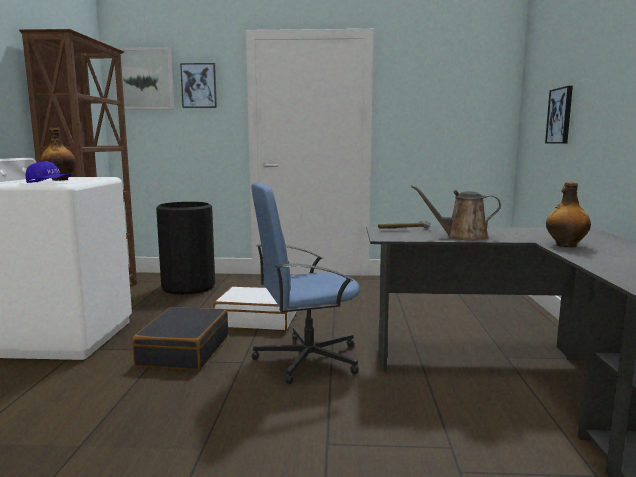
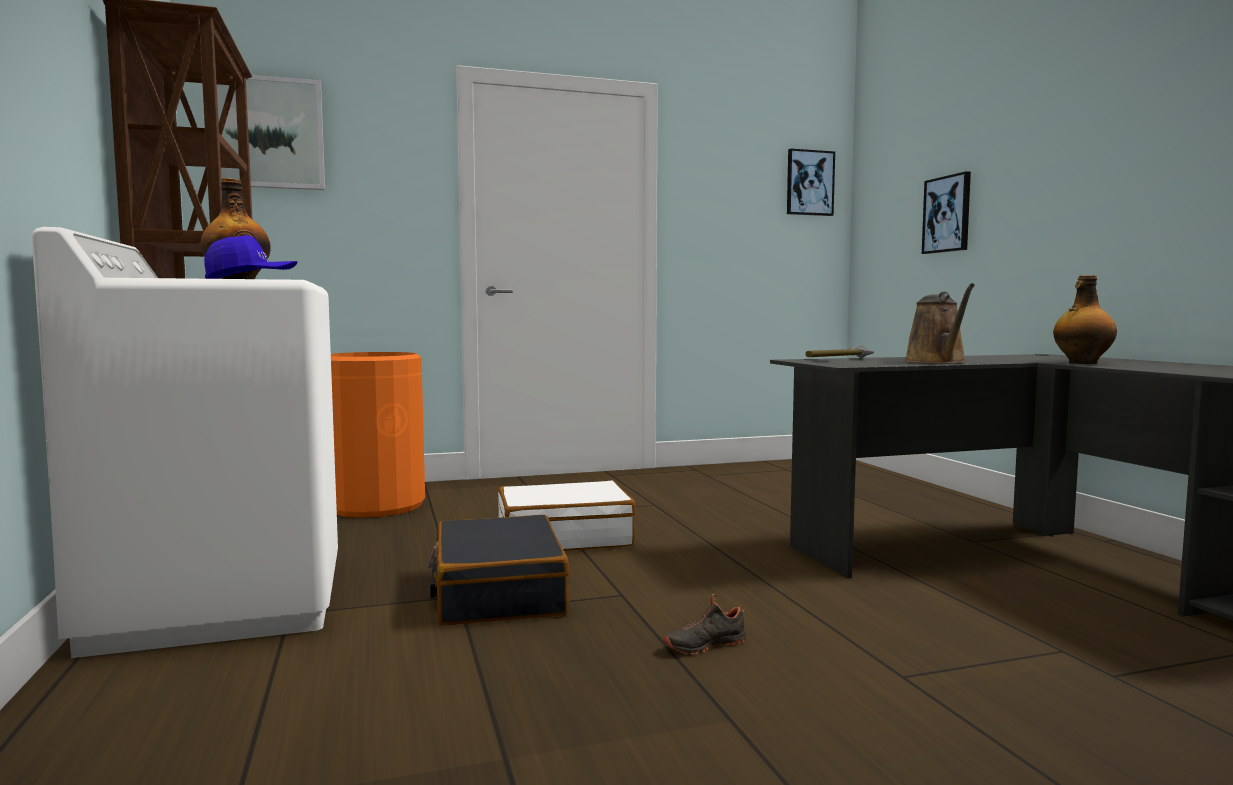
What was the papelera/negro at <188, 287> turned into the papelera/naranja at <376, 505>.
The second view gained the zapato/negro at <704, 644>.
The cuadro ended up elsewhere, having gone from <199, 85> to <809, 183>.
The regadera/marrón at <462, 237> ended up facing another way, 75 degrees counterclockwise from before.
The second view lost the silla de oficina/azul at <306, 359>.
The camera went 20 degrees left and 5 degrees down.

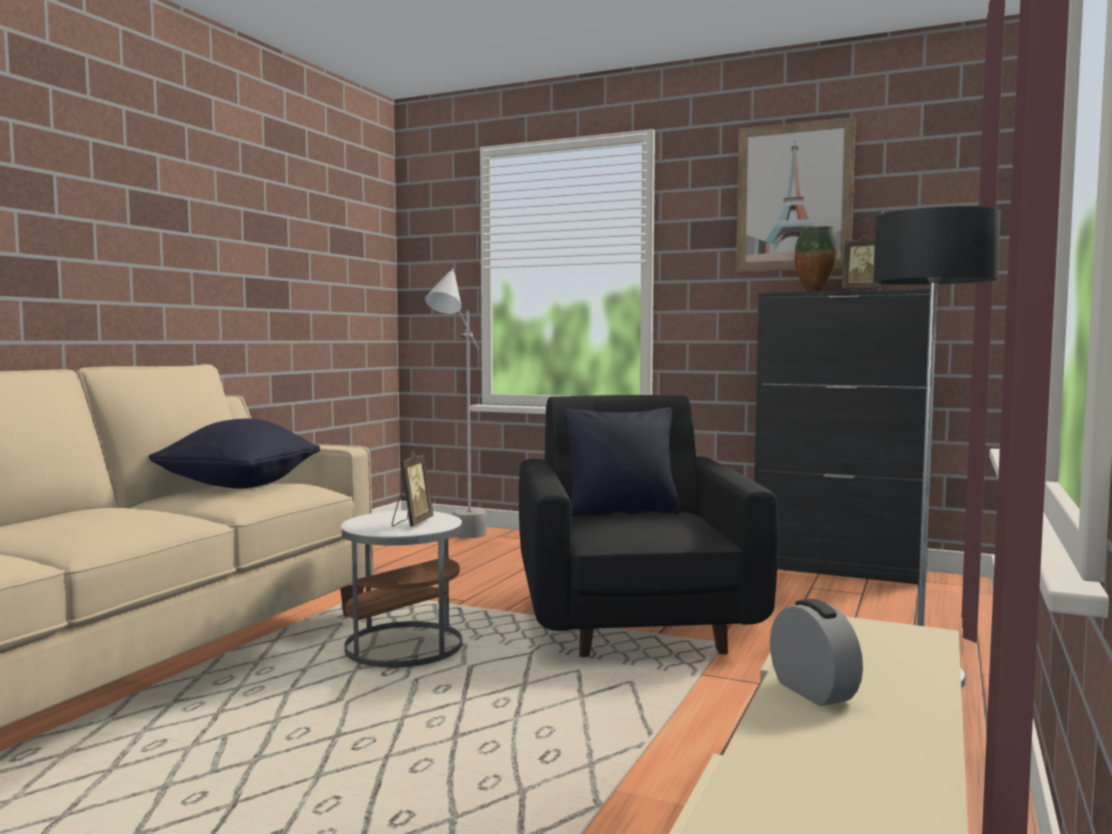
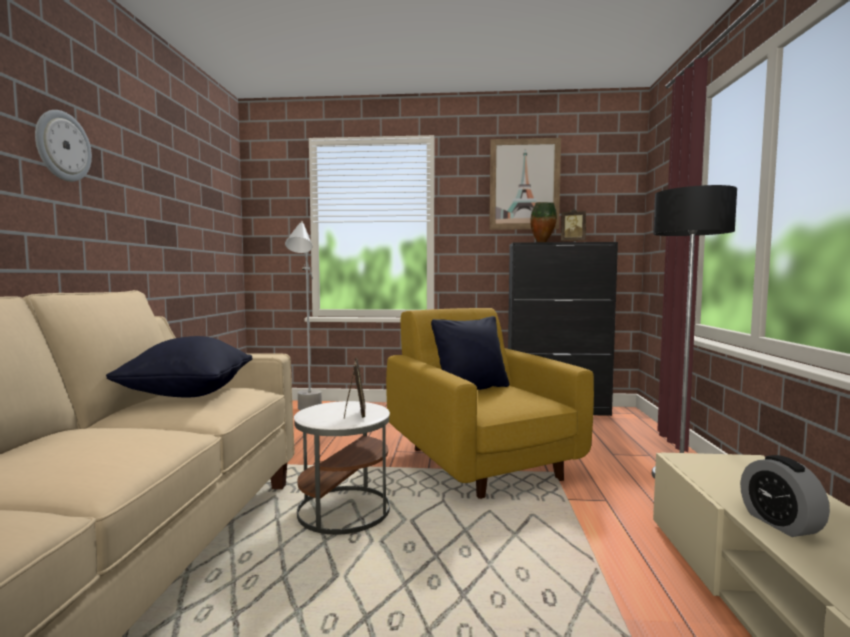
The second view gained the reloj de pared at <62, 146>.
What was the sillón/negro at <633, 618> turned into the sillón/amarillo at <480, 461>.
The despertador at <813, 691> ended up facing another way, 150 degrees counterclockwise from before.
The camera went 20 degrees left and 0 degrees up.

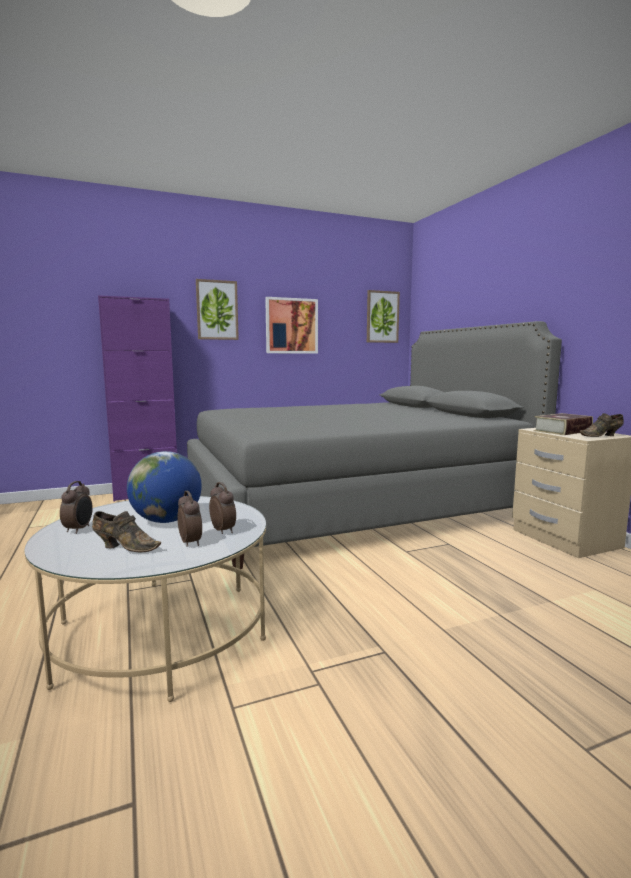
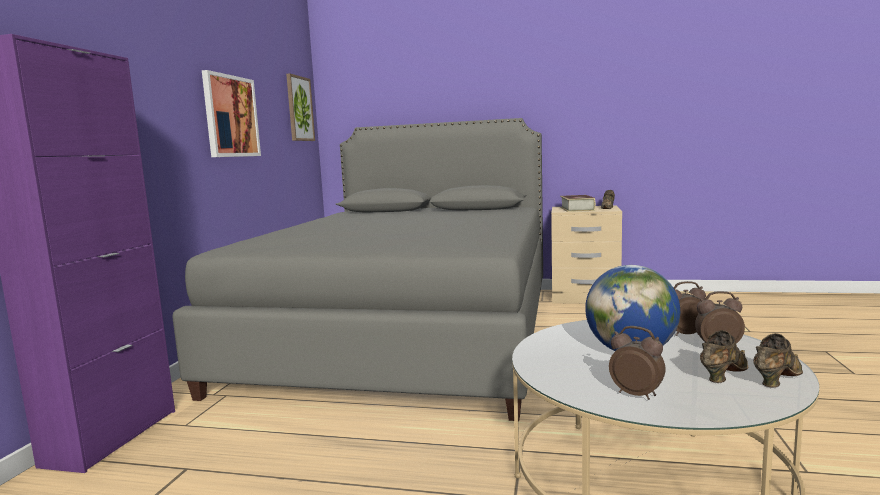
The second view gained the zapato/marrón at <776, 379>.
The second view lost the cuadro at <217, 310>.
The camera went 55 degrees left and 0 degrees up.

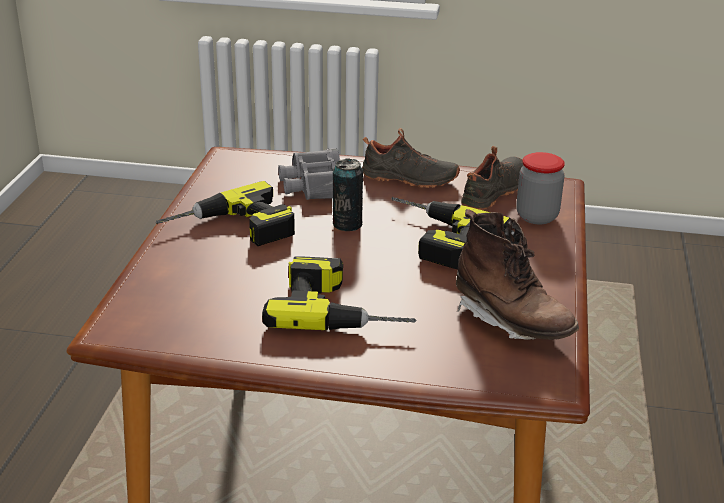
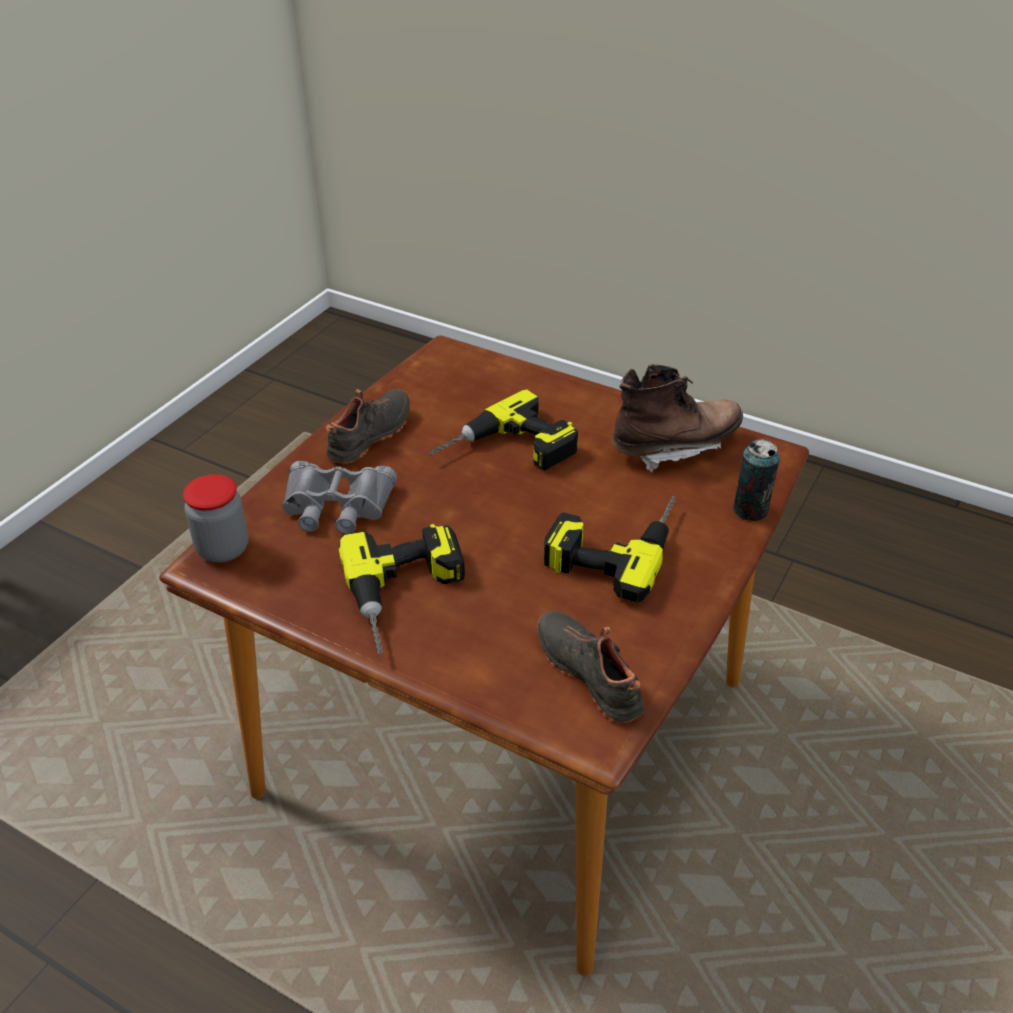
The tarro ended up elsewhere, having gone from <537, 216> to <223, 549>.
The zapato/negro ended up elsewhere, having gone from <495, 192> to <591, 672>.
The lata ended up elsewhere, having gone from <347, 224> to <750, 510>.
The camera went 70 degrees left and 10 degrees up.

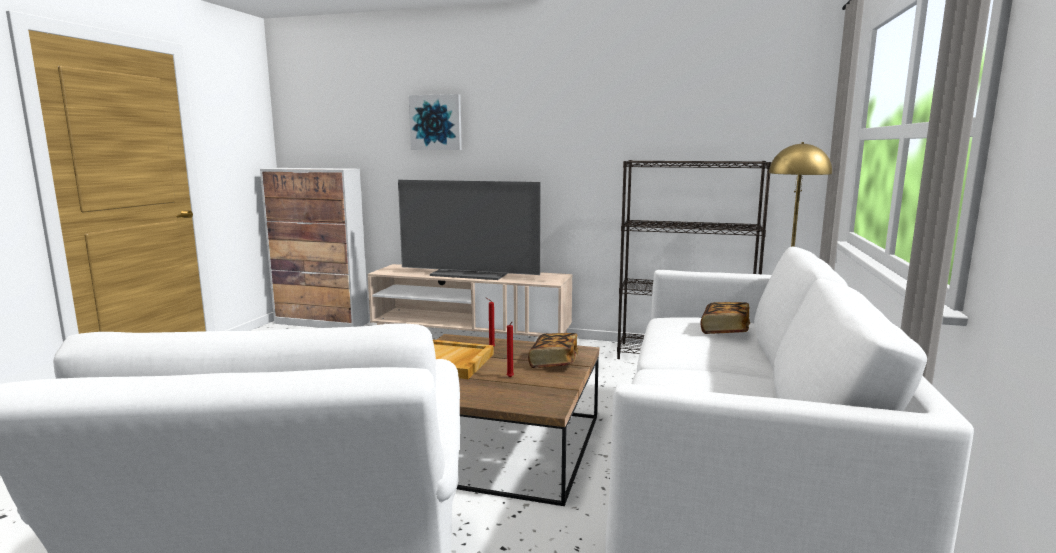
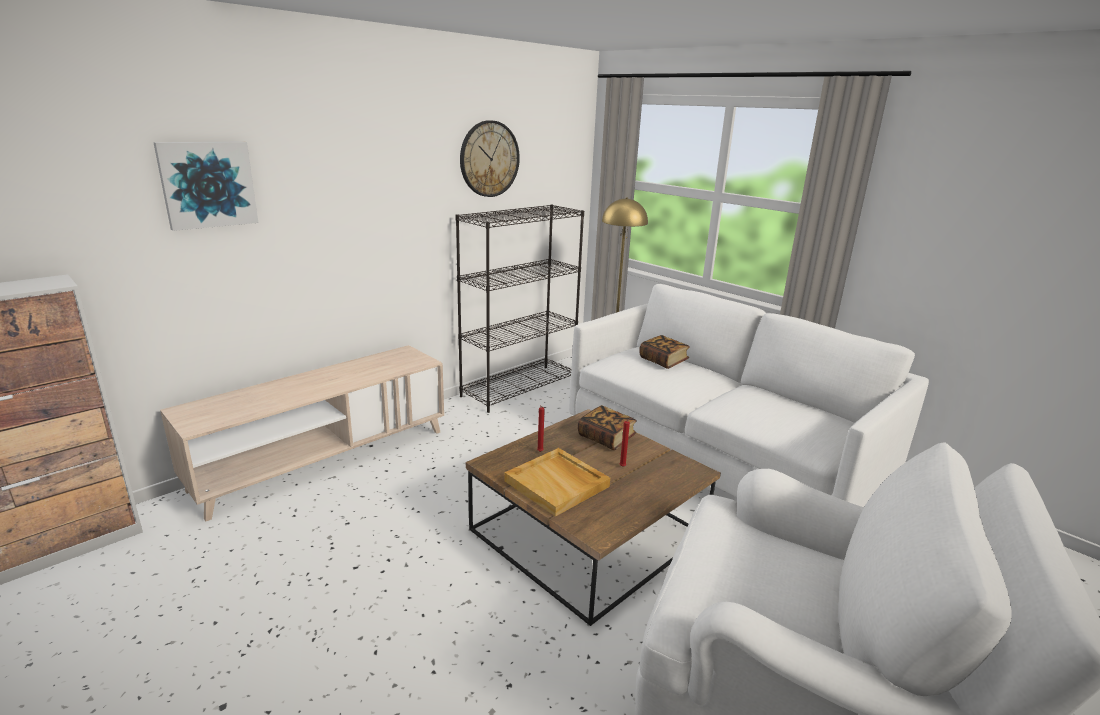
The second view gained the reloj de pared at <489, 159>.
The second view lost the televisor at <470, 274>.
The camera went 60 degrees left and 10 degrees up.

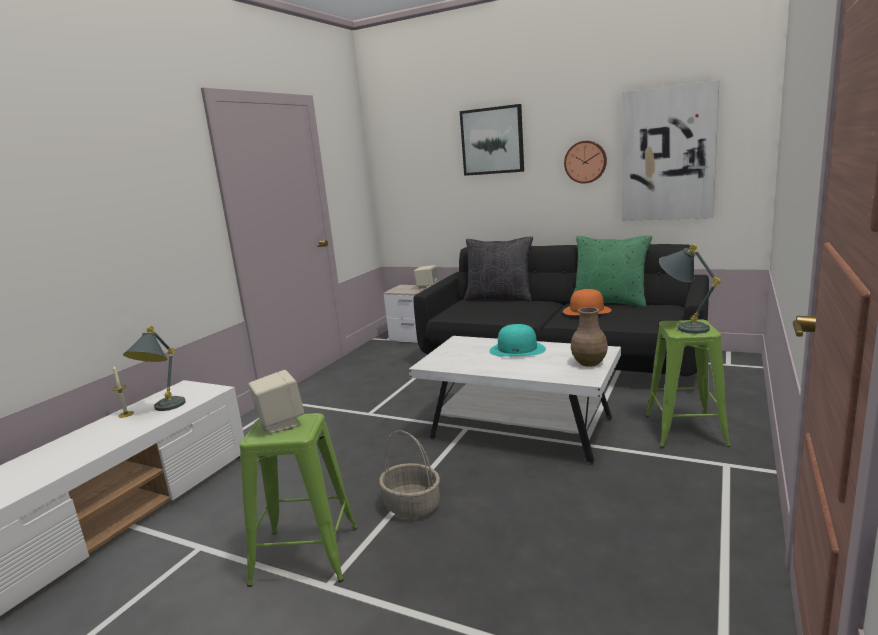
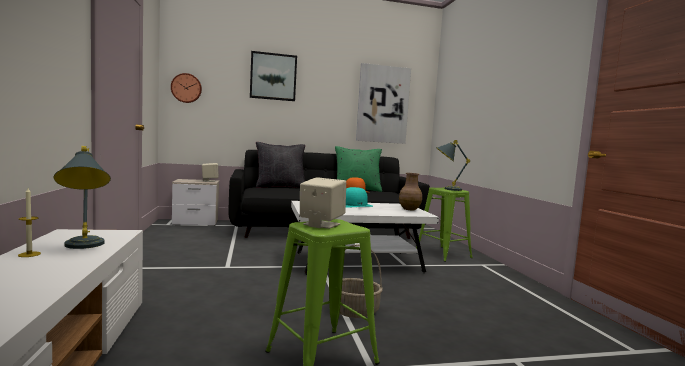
The reloj de pared ended up elsewhere, having gone from <585, 162> to <186, 88>.
The camera went 40 degrees left and 10 degrees down.

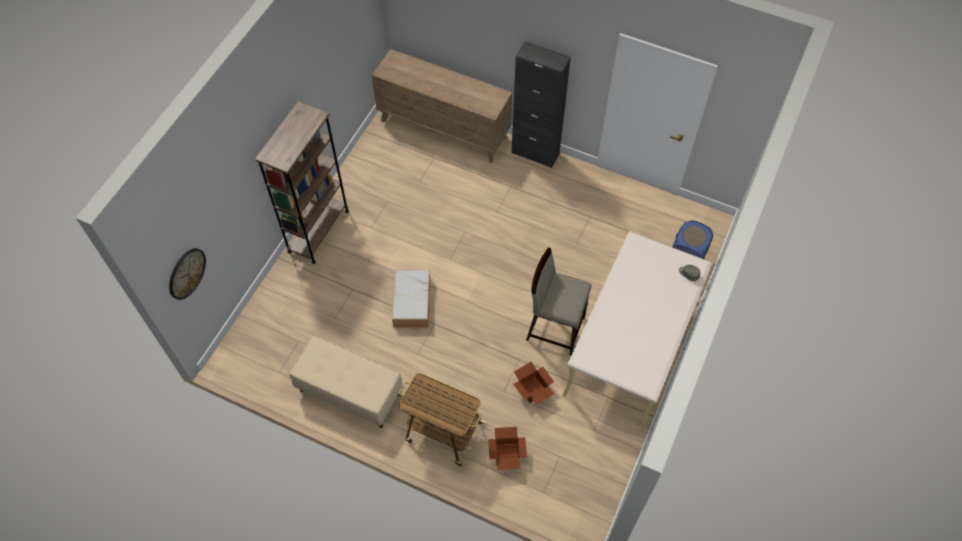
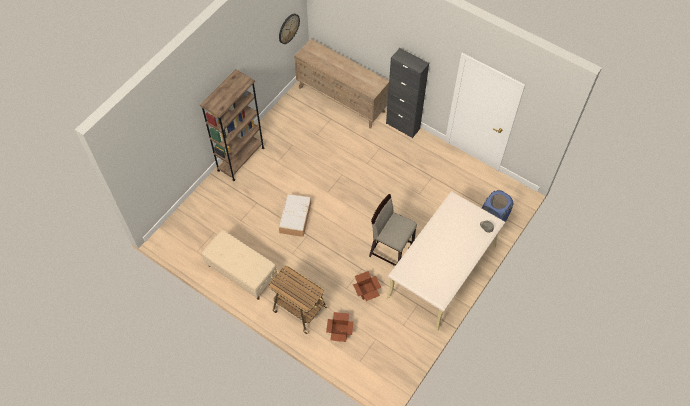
The reloj de pared ended up elsewhere, having gone from <186, 273> to <288, 28>.
The camera went 10 degrees right and 0 degrees up.

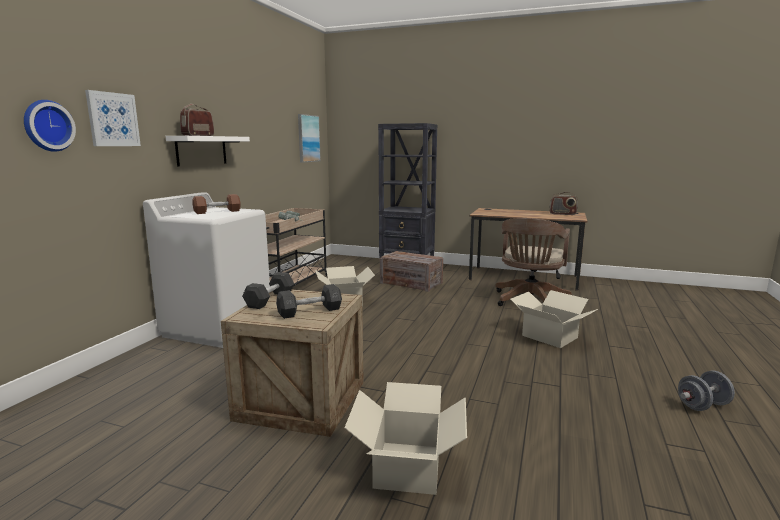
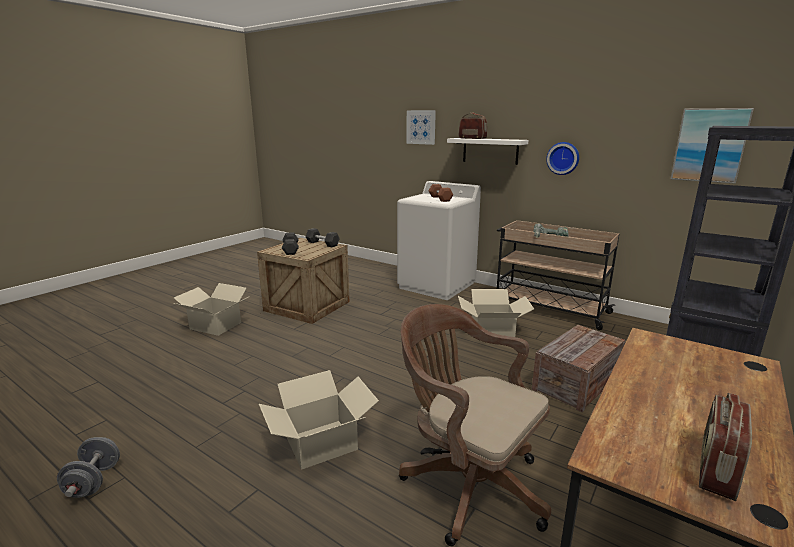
The reloj de pared ended up elsewhere, having gone from <47, 126> to <563, 158>.
The camera went 105 degrees right and 5 degrees up.

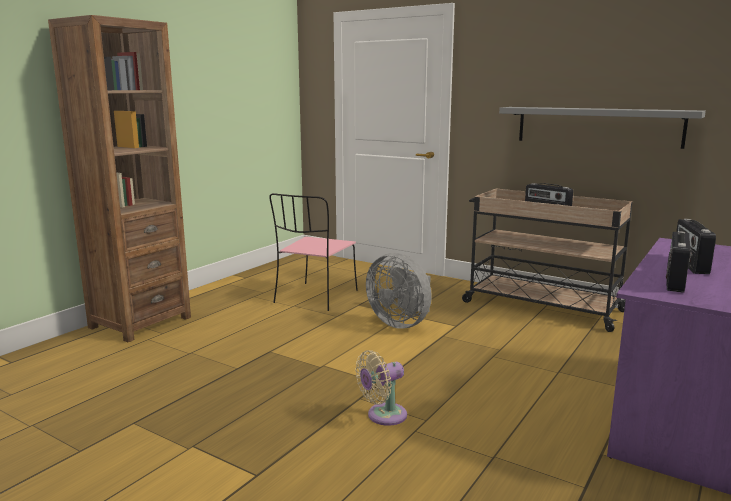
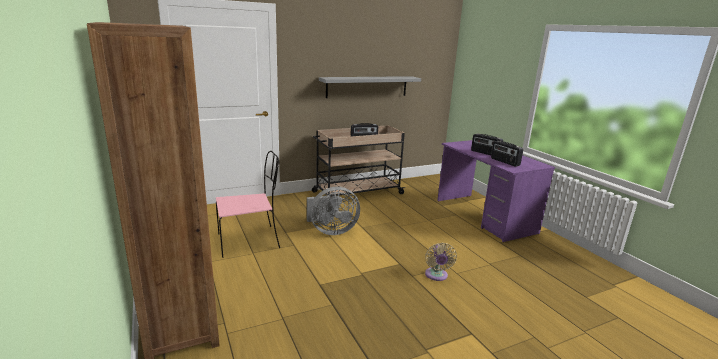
The silla/rosa at <315, 297> ended up facing another way, 75 degrees counterclockwise from before.
The camera went 60 degrees left and 5 degrees up.

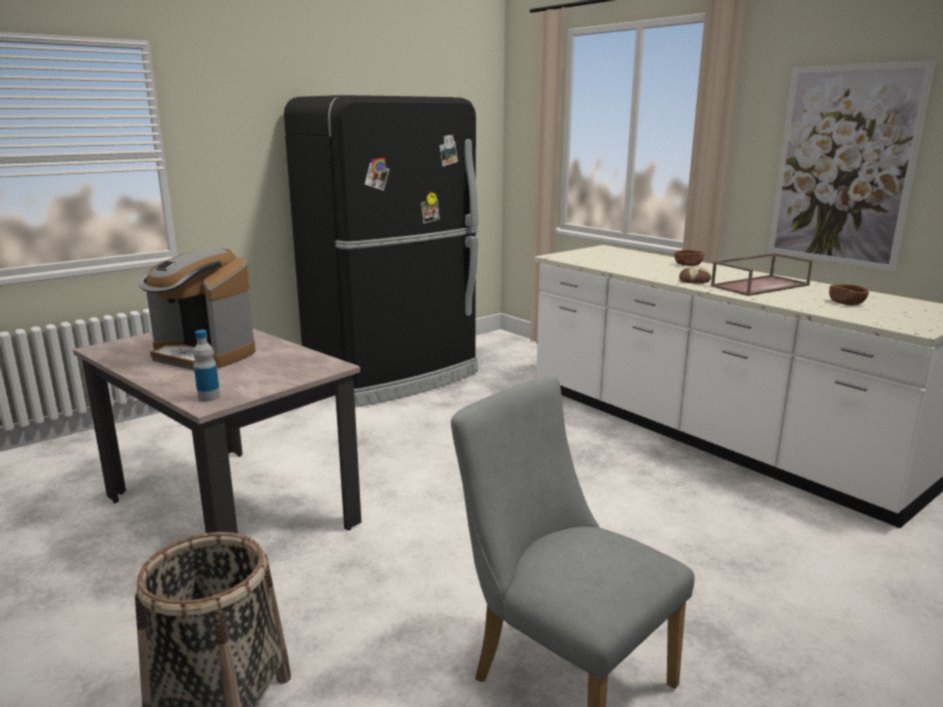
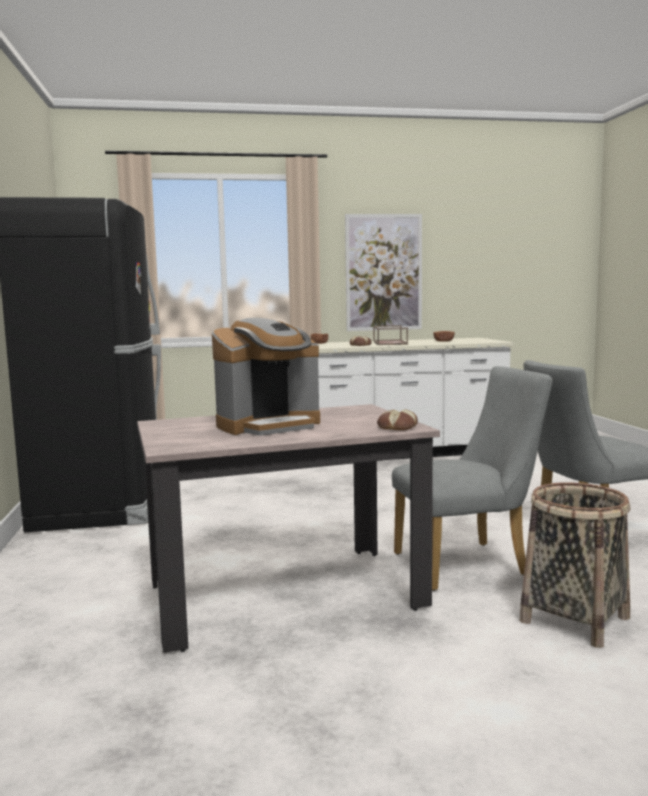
Where the botella stood at <209, 397>, the pan came to stand at <396, 427>.
The second view gained the silla/gris at <469, 563>.
The camera went 60 degrees left and 10 degrees down.

